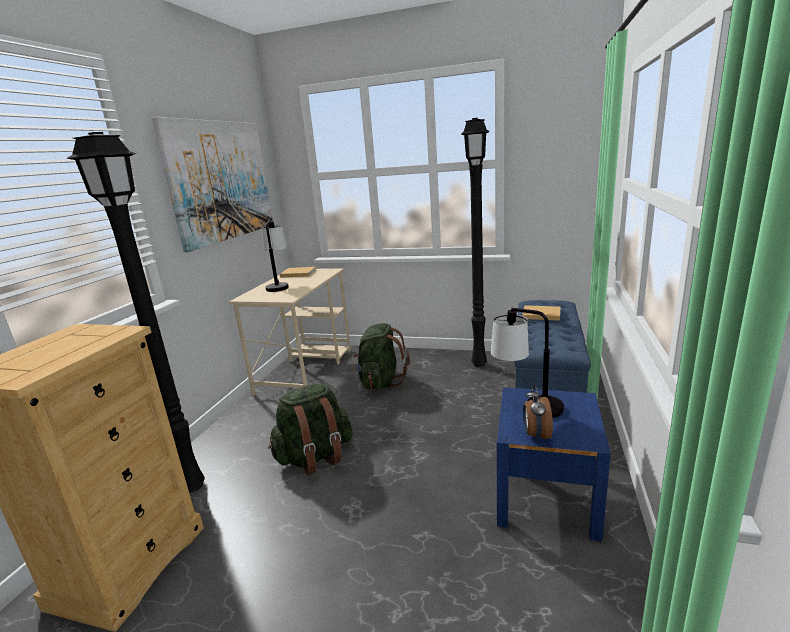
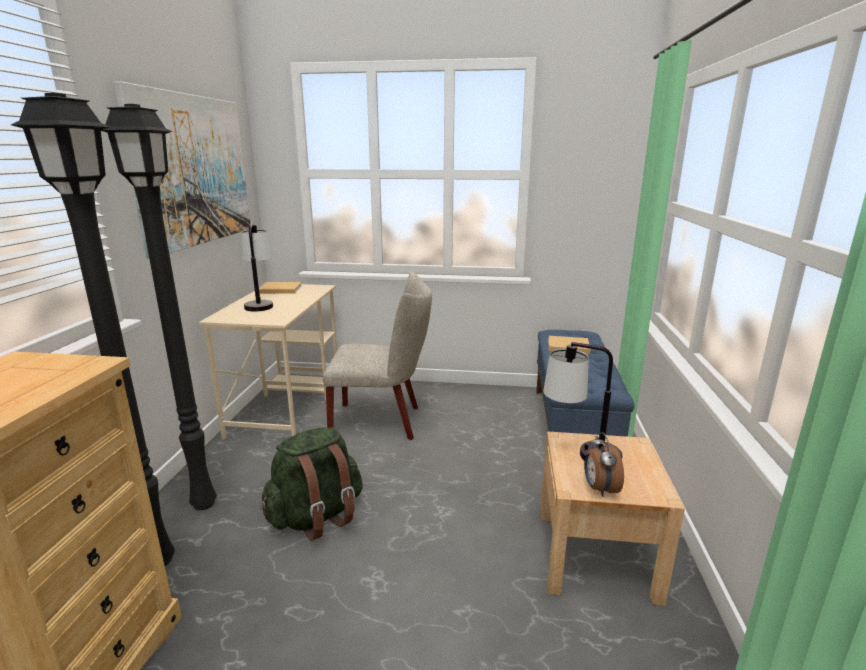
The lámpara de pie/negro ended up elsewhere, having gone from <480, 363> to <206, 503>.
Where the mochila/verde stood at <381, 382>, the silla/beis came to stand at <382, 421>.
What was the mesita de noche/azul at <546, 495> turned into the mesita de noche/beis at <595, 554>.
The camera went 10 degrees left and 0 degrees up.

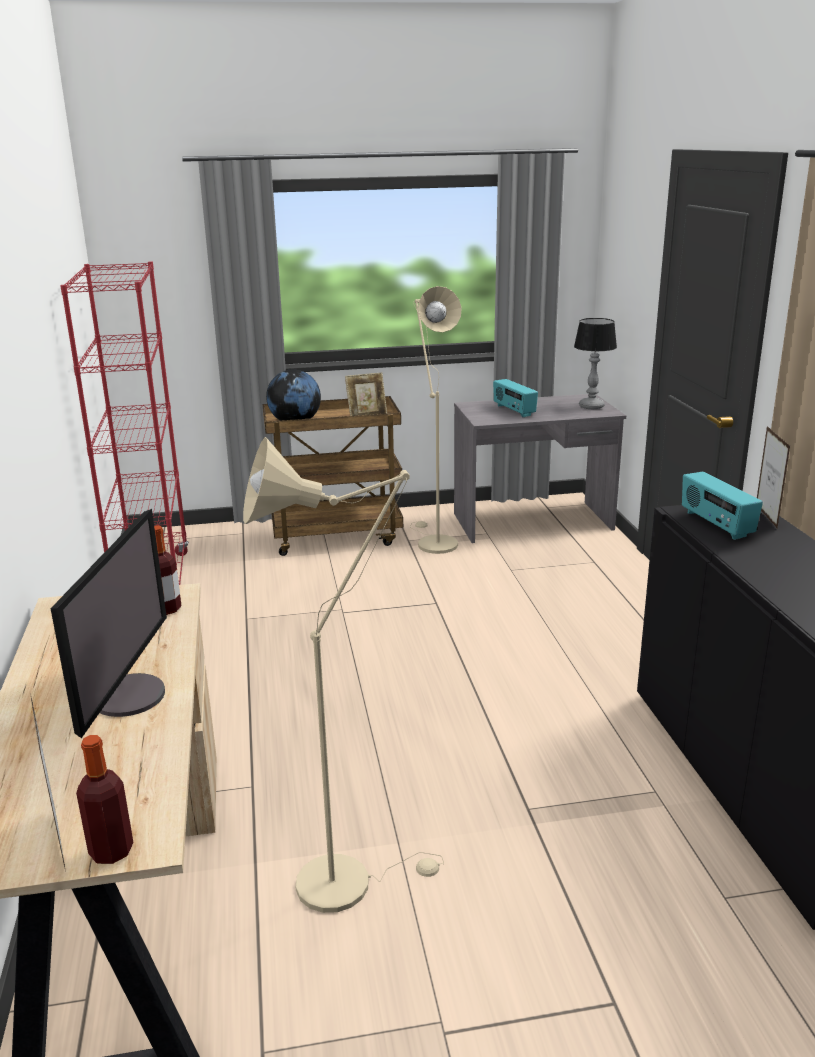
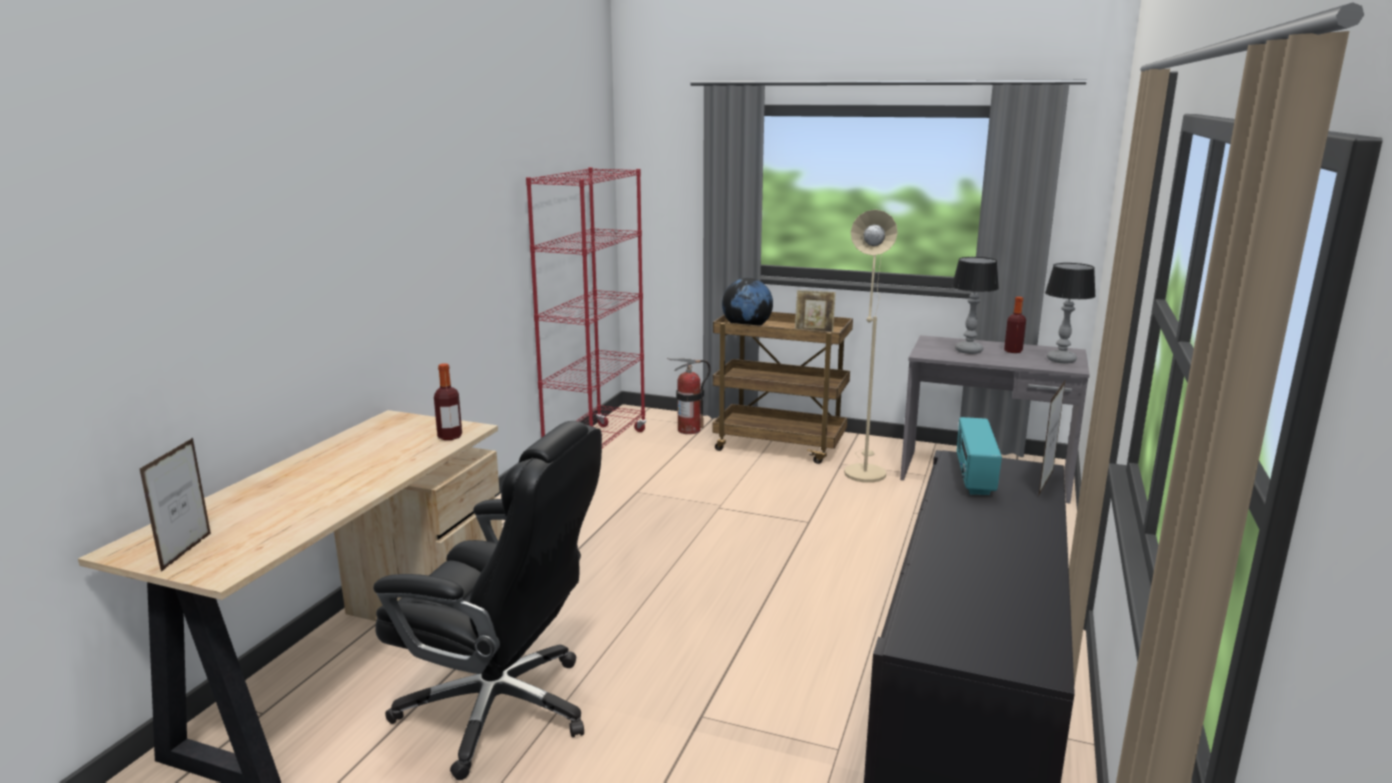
Where the lámpara de pie/beis stood at <347, 879>, the silla de oficina/negro came to stand at <501, 709>.
The second view gained the extintor at <689, 430>.
Where the radio stood at <513, 411>, the lámpara de mesa came to stand at <969, 351>.
The botella ended up elsewhere, having gone from <111, 851> to <1013, 351>.
The second view lost the monitor at <127, 695>.
The camera went 30 degrees right and 5 degrees down.

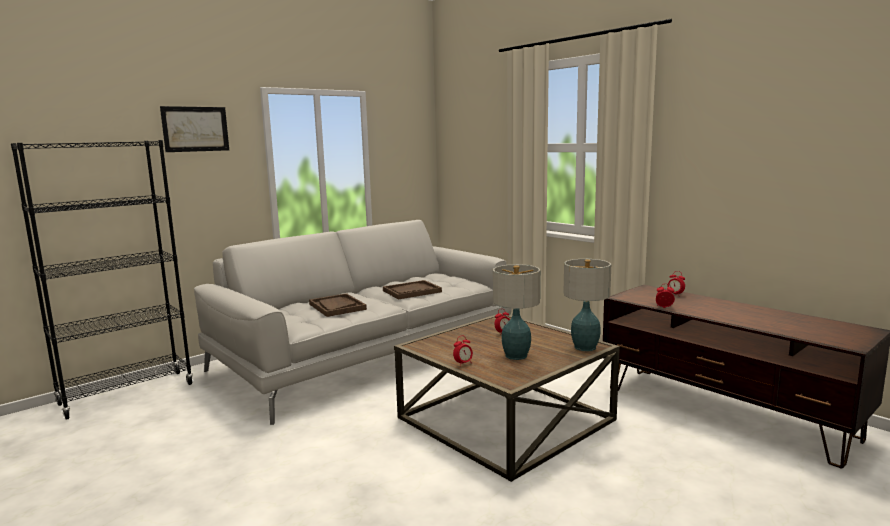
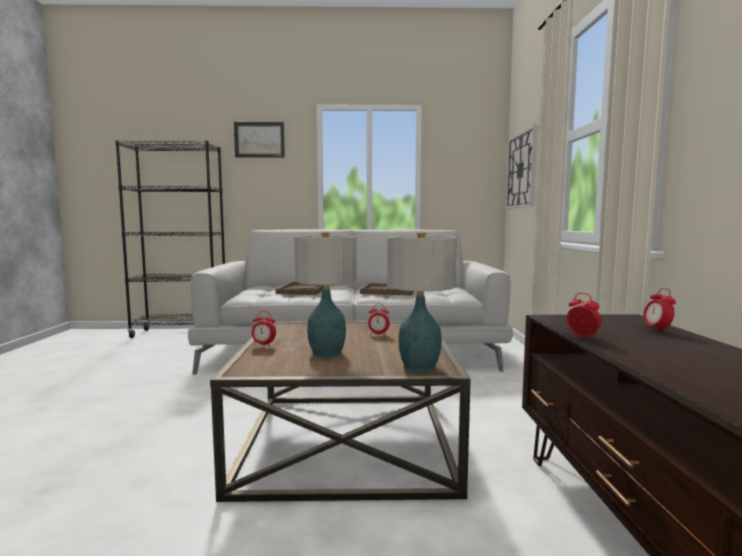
The second view gained the reloj de pared at <521, 170>.
The camera went 40 degrees right and 5 degrees down.

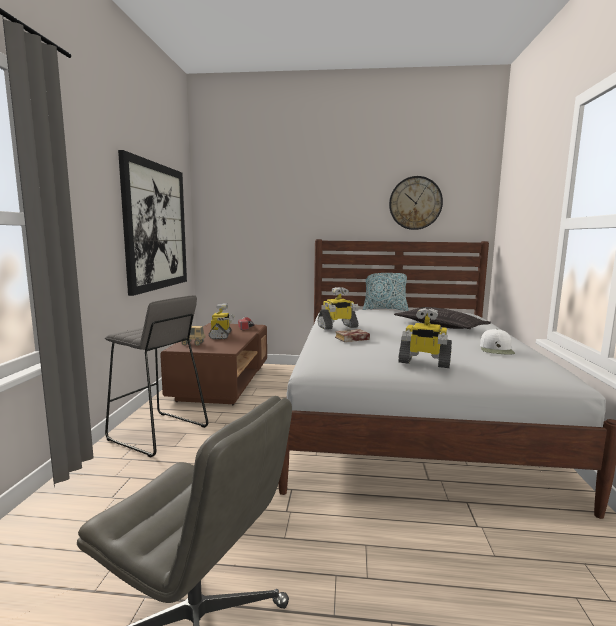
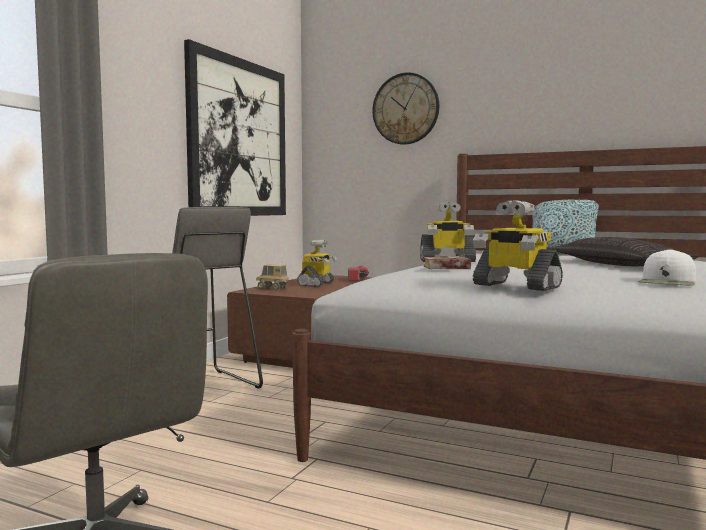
The reloj de pared ended up elsewhere, having gone from <415, 203> to <405, 109>.
The camera went 20 degrees right and 5 degrees down.

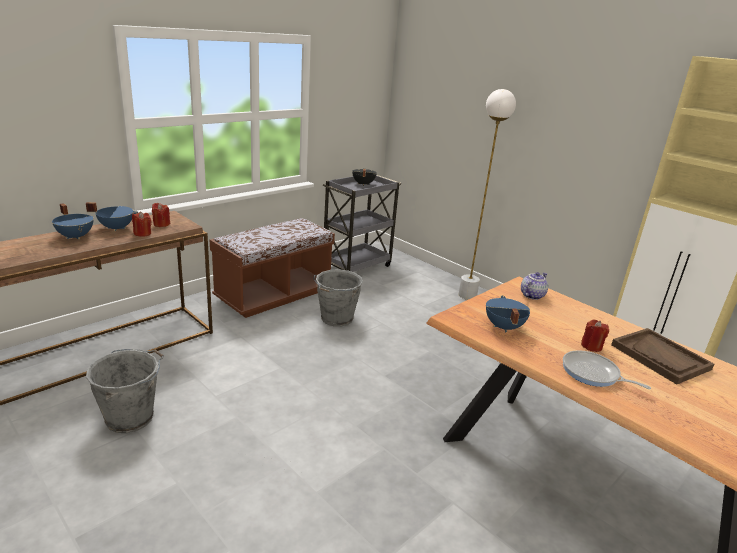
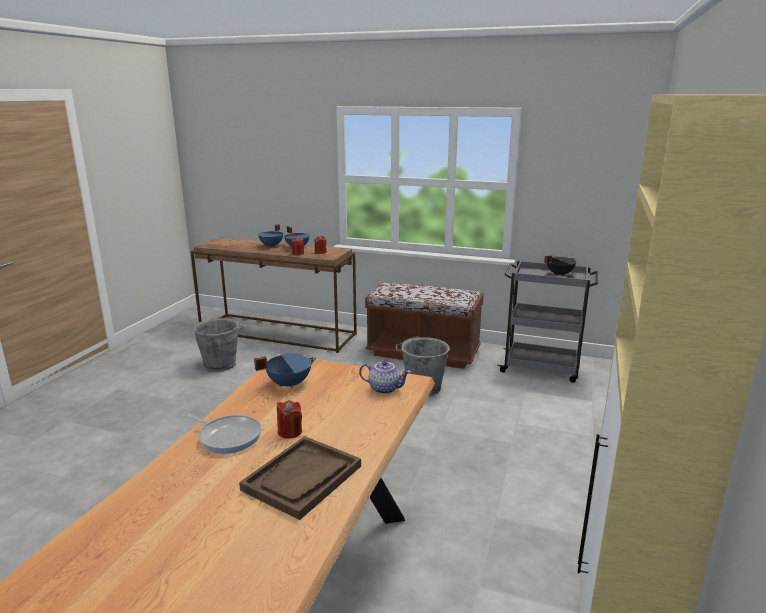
The sartén at <593, 374> ended up facing another way, 105 degrees clockwise from before.
The second view lost the lámpara de pie/blanco at <467, 295>.
The camera went 65 degrees right and 5 degrees down.

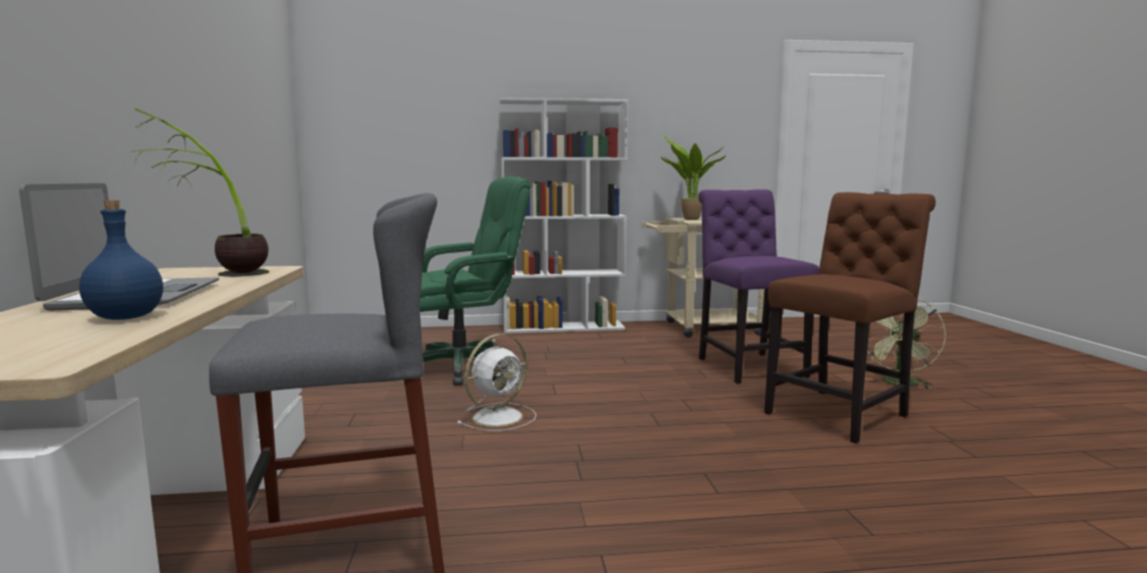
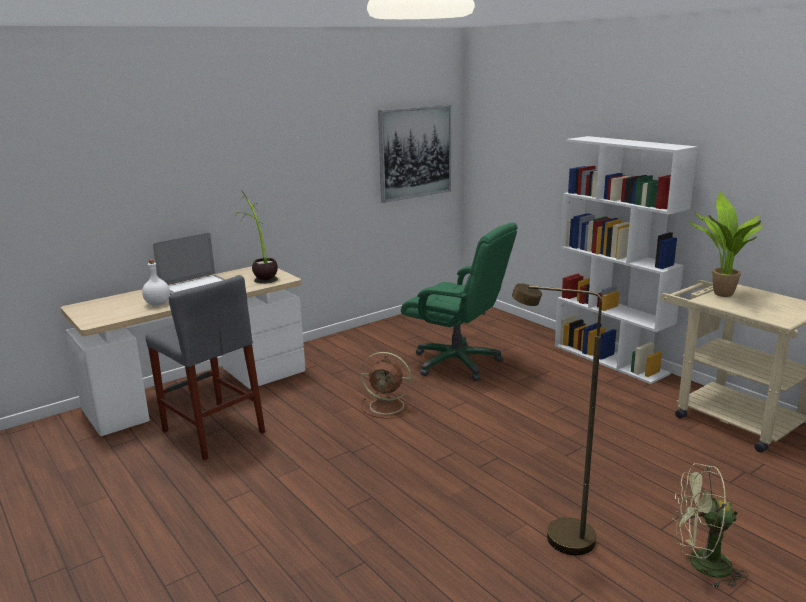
What was the botella/azul at <125, 317> turned into the botella/blanco at <158, 303>.
What was the ventilador/blanco at <499, 416> turned into the ventilador/marrón at <388, 406>.
The second view gained the cuadro at <415, 152>.
Where the silla/marrón stood at <840, 413>, the lámpara de pie/marrón came to stand at <556, 537>.
The second view lost the silla/morado at <748, 366>.
The camera went 60 degrees right and 10 degrees up.

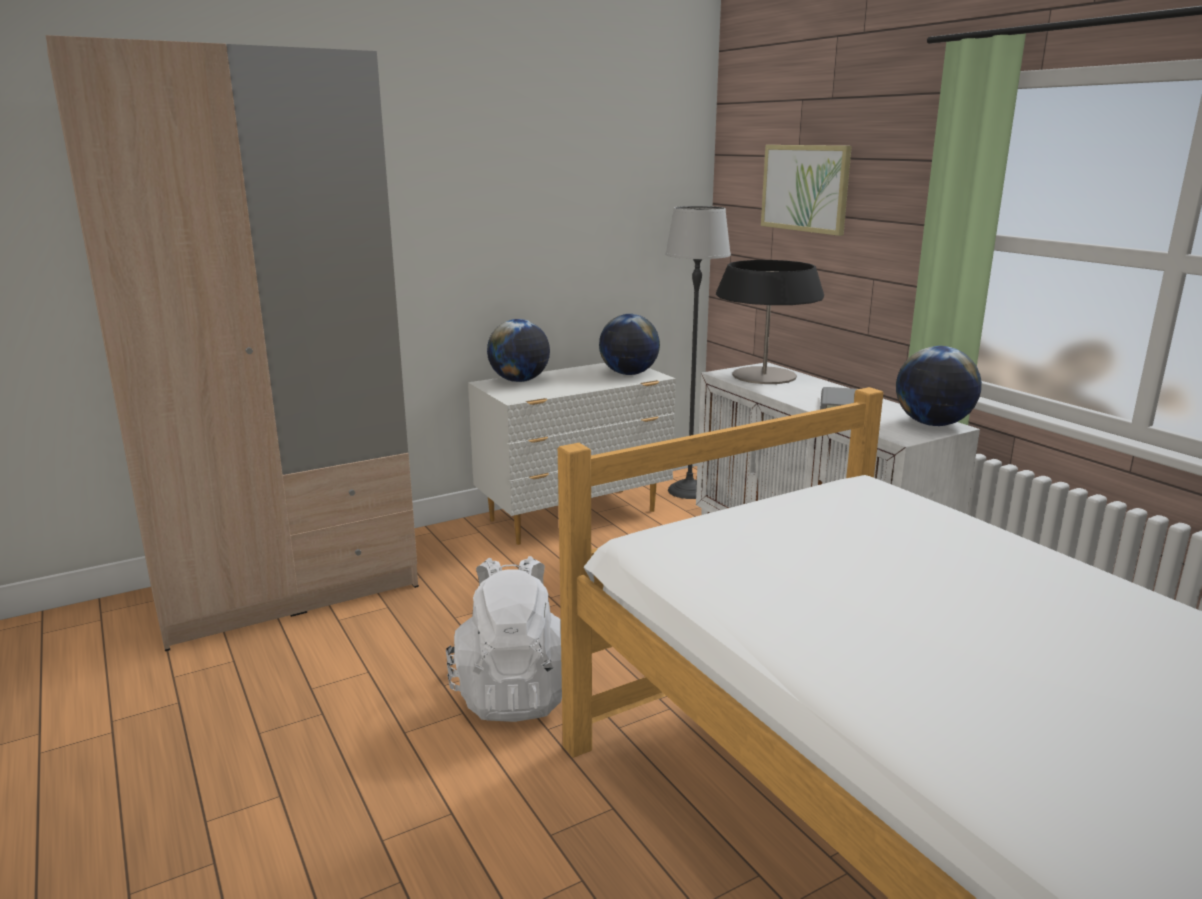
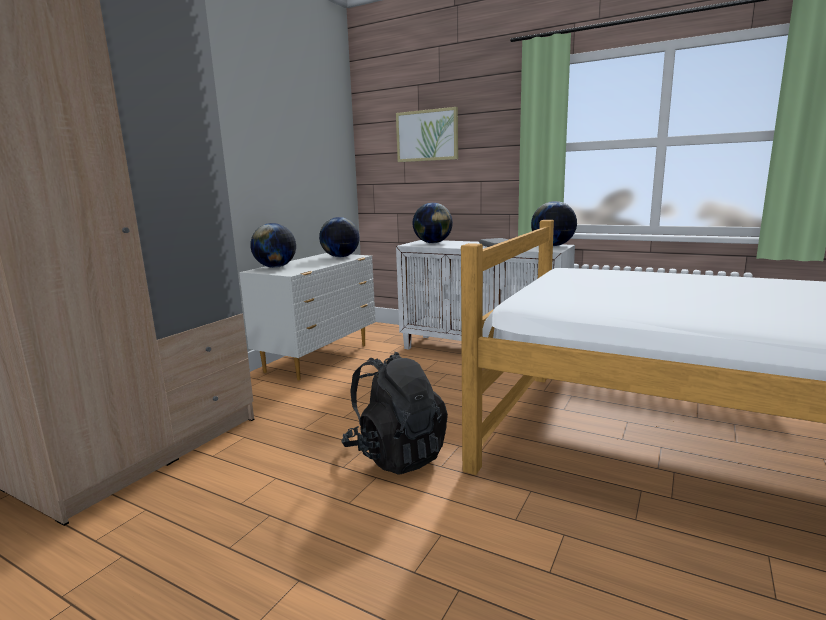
What was the mochila/blanco at <515, 692> turned into the mochila/negro at <396, 454>.
Where the lámpara de mesa stood at <764, 375>, the globo terráqueo came to stand at <432, 243>.
The second view lost the lámpara de pie at <689, 490>.
The camera went 30 degrees left and 5 degrees down.

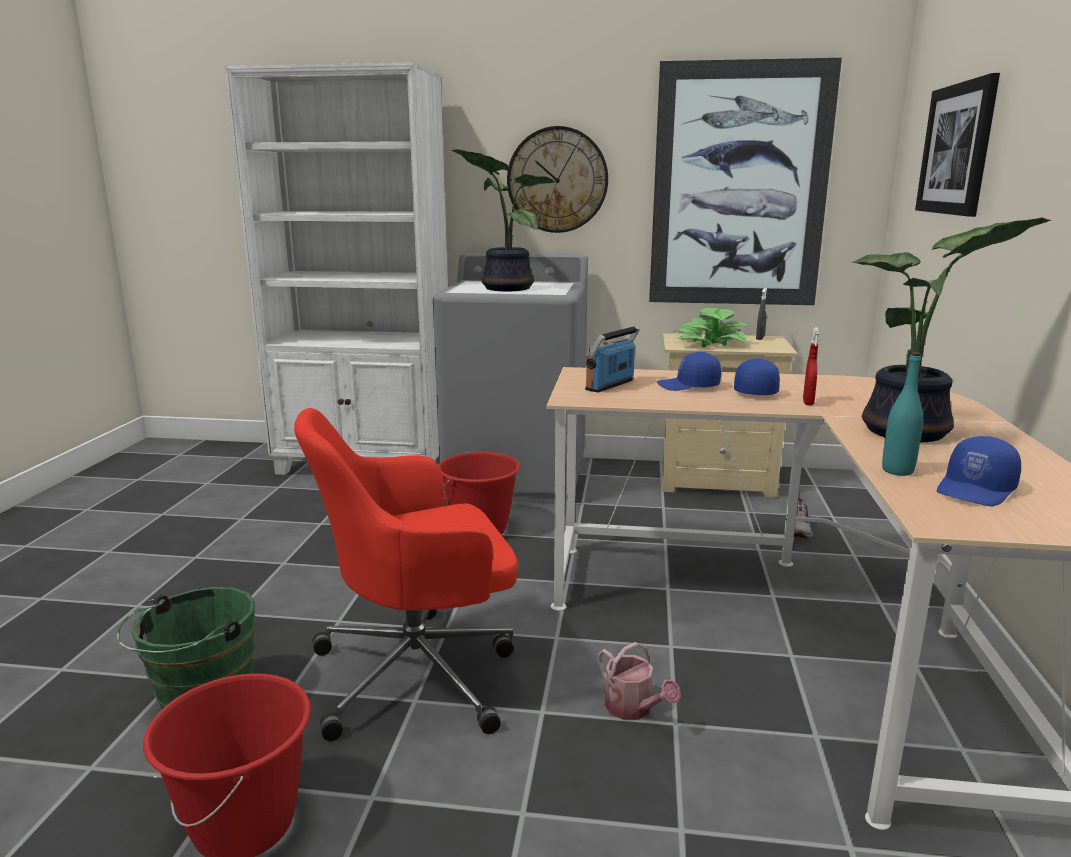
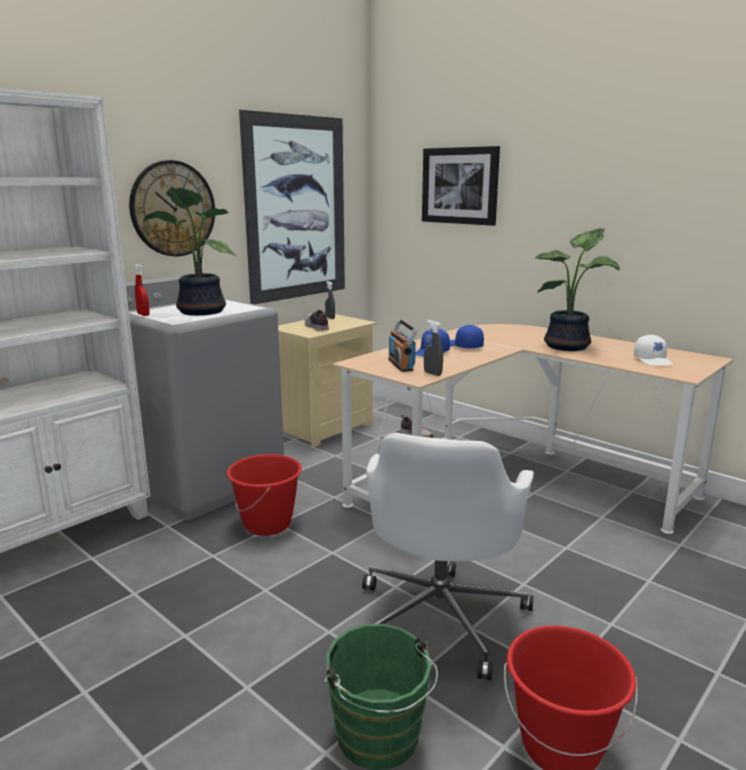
The pulverizador/rojo ended up elsewhere, having gone from <808, 402> to <143, 315>.
Where the planta en maceta stood at <710, 342>, the zapato came to stand at <316, 327>.
What was the silla de oficina/rojo at <420, 673> turned into the silla de oficina/blanco at <441, 615>.
The second view gained the pulverizador/gris at <432, 374>.
What was the gorra/azul at <977, 490> turned into the gorra/blanco at <653, 361>.
The second view lost the regadera at <633, 709>.
The second view lost the botella/turquesa at <897, 471>.
The camera went 55 degrees left and 0 degrees up.

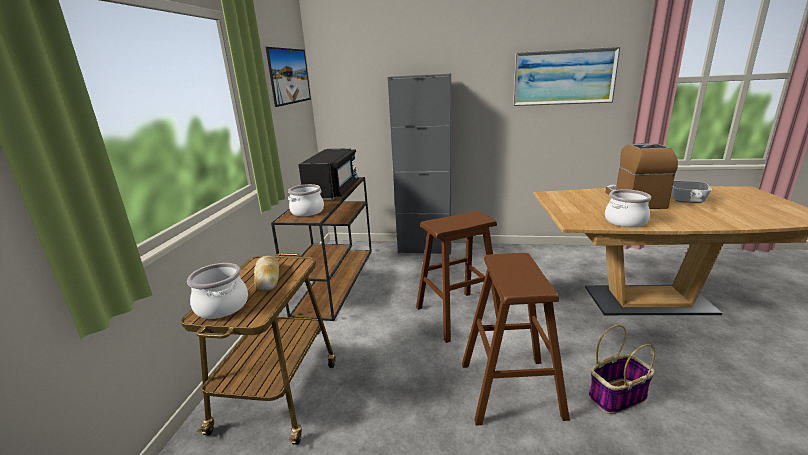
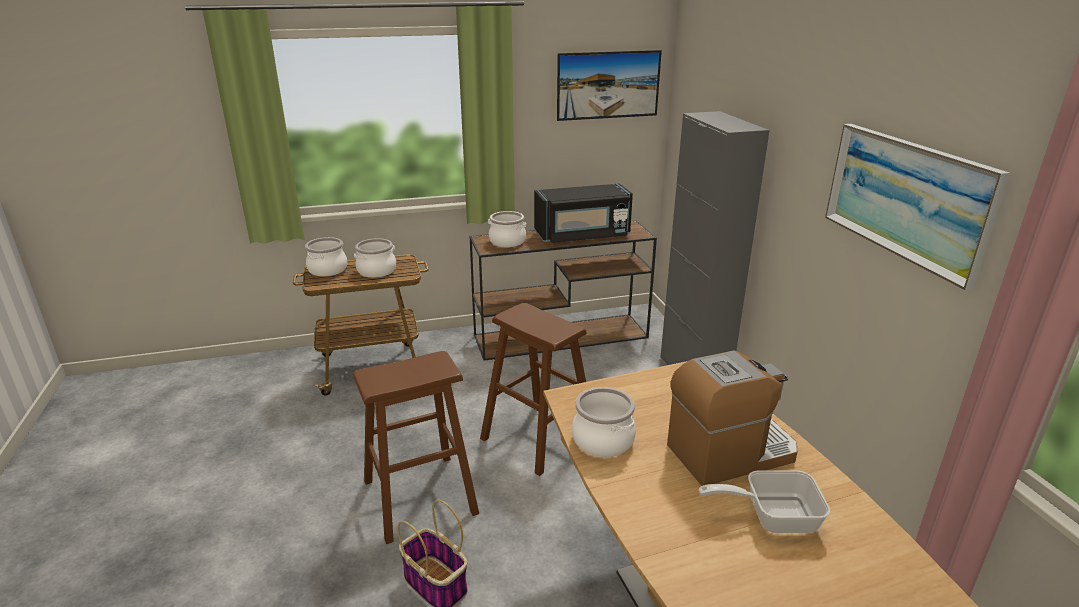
Where the pan stood at <267, 278>, the olla came to stand at <377, 271>.
The camera went 65 degrees right and 5 degrees up.

